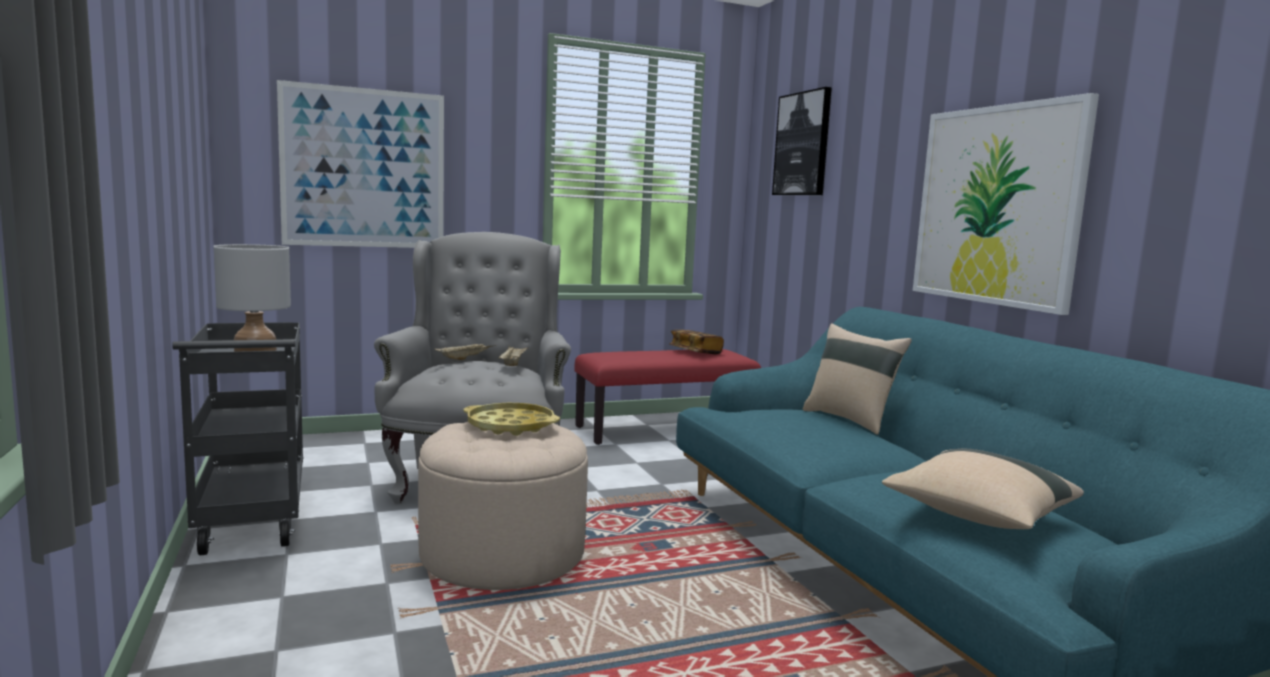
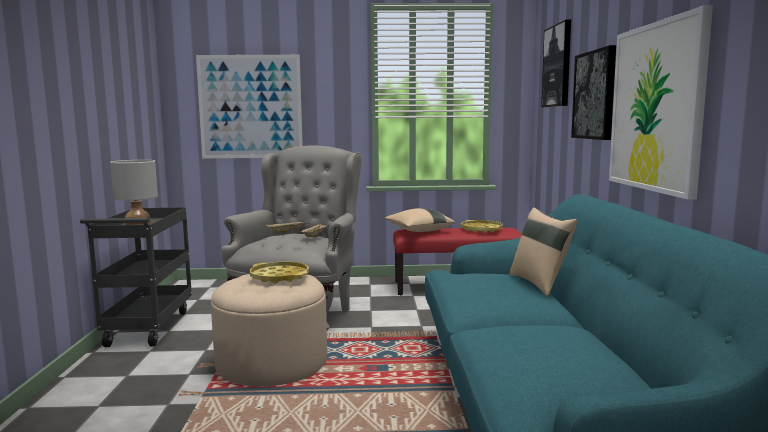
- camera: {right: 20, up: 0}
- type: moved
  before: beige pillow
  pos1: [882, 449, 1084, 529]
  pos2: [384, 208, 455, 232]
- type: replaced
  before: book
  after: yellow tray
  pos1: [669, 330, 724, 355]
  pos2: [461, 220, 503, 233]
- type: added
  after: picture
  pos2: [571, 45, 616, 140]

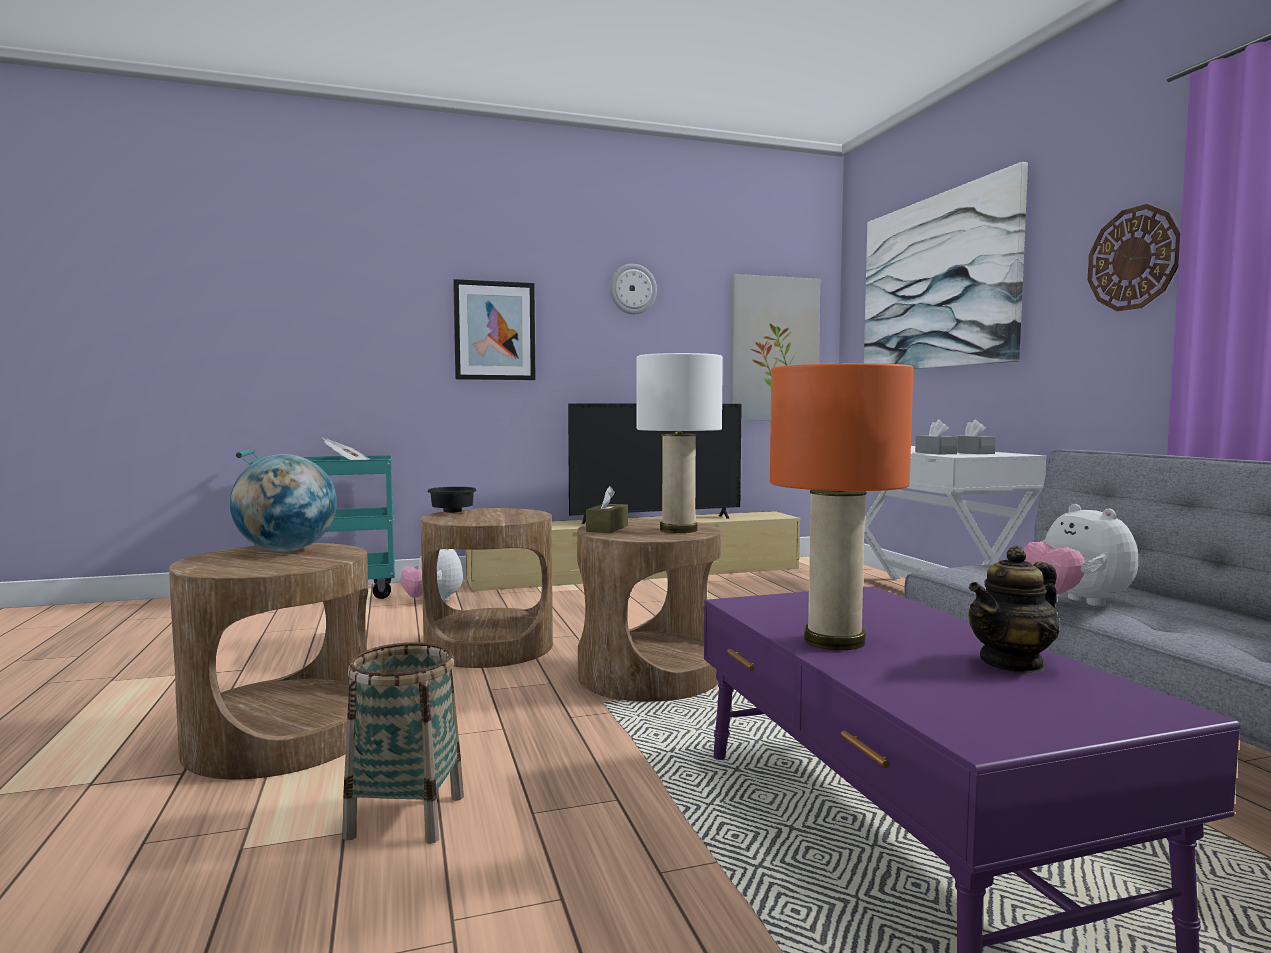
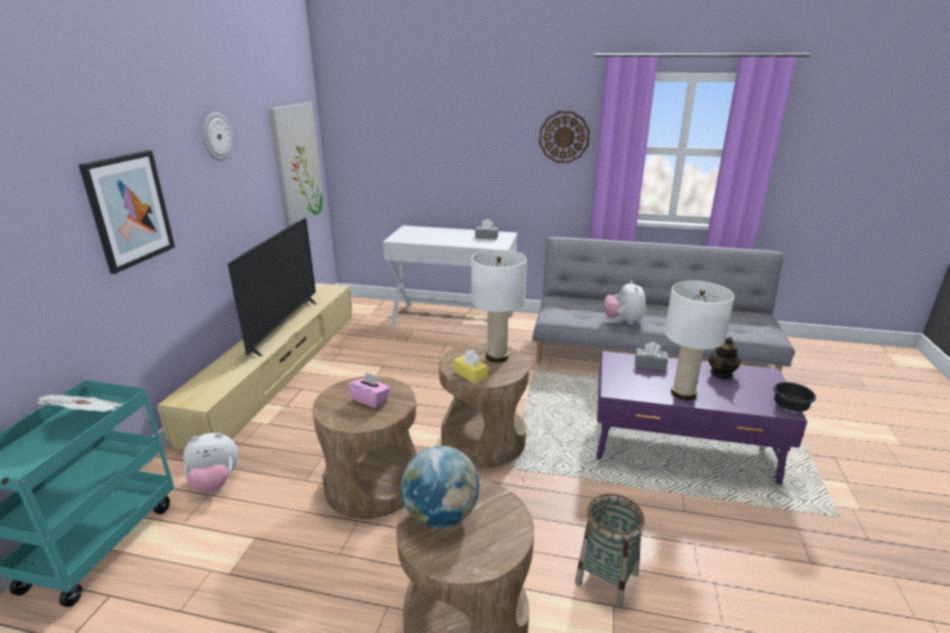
- camera: {right: -60, up: 20}
- type: added
  after: pink tissue box
  pos2: [348, 372, 390, 408]
- type: recoloured
  before: brown tissue box
  after: yellow tissue box
  pos1: [586, 486, 628, 533]
  pos2: [454, 350, 488, 384]
- type: turned
  before: plush toy
  pos1: [1023, 504, 1138, 606]
  pos2: [603, 281, 646, 324]
  turn: 75
- type: moved
  before: grey tissue box
  pos1: [915, 420, 958, 454]
  pos2: [635, 342, 668, 371]
- type: recoloured
  before: orange table lamp
  after: white table lamp
  pos1: [770, 363, 913, 650]
  pos2: [665, 281, 734, 400]
- type: moved
  before: black bowl
  pos1: [427, 487, 477, 513]
  pos2: [773, 382, 816, 412]
- type: removed
  before: picture
  pos1: [864, 162, 1028, 369]

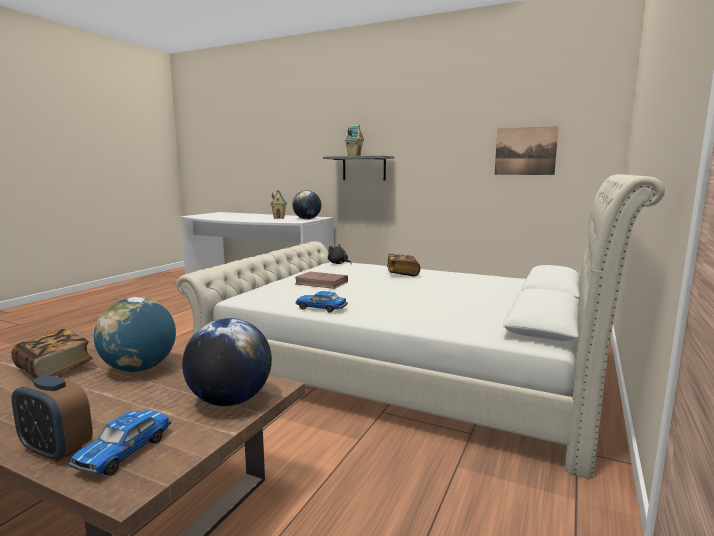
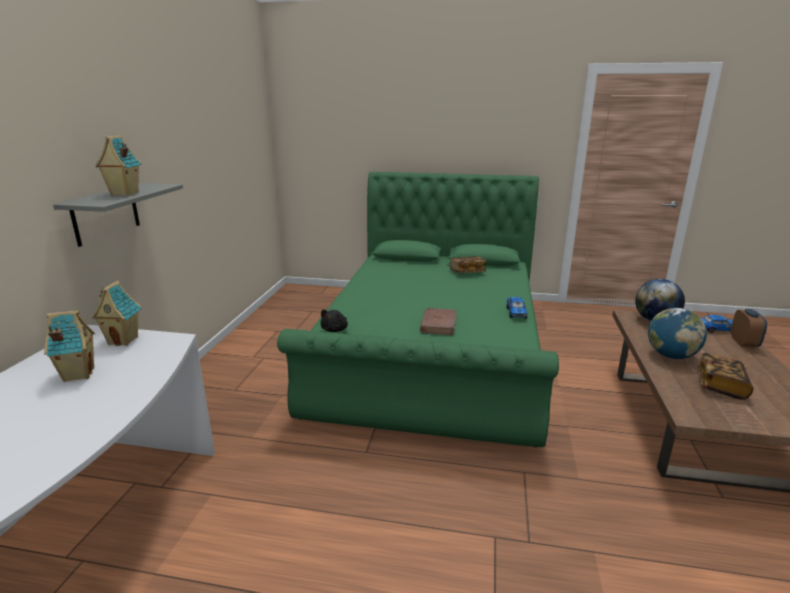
- camera: {right: -105, up: 10}
- type: replaced
  before: globe
  after: toy house
  pos1: [292, 190, 321, 220]
  pos2: [91, 281, 141, 346]
- type: recoloured
  before: beige bed
  after: green bed
  pos1: [176, 174, 665, 479]
  pos2: [277, 172, 559, 447]
- type: moved
  before: book
  pos1: [387, 254, 420, 276]
  pos2: [450, 256, 486, 273]
- type: removed
  before: picture
  pos1: [495, 126, 559, 175]

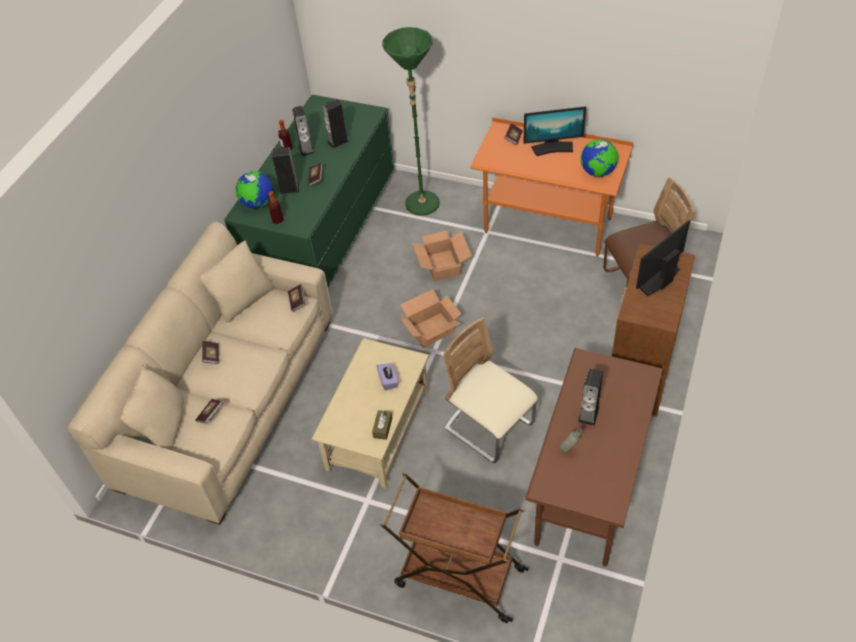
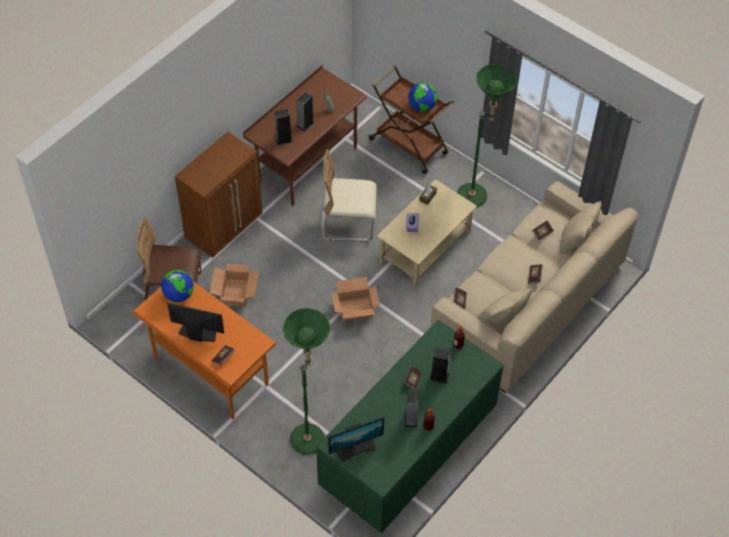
- camera: {right: -165, up: 5}
- type: moved
  before: cardboard box
  pos1: [412, 230, 472, 281]
  pos2: [210, 263, 259, 307]
- type: moved
  before: speaker
  pos1: [322, 99, 349, 149]
  pos2: [274, 109, 292, 145]
- type: turned
  before: beige chair
  pos1: [443, 317, 538, 463]
  pos2: [321, 149, 377, 242]
  turn: 120
- type: moved
  before: monitor
  pos1: [636, 220, 690, 296]
  pos2: [328, 417, 384, 462]
- type: moved
  before: globe
  pos1: [235, 171, 273, 209]
  pos2: [408, 82, 437, 112]
- type: added
  after: green floor lamp
  pos2: [457, 64, 517, 207]

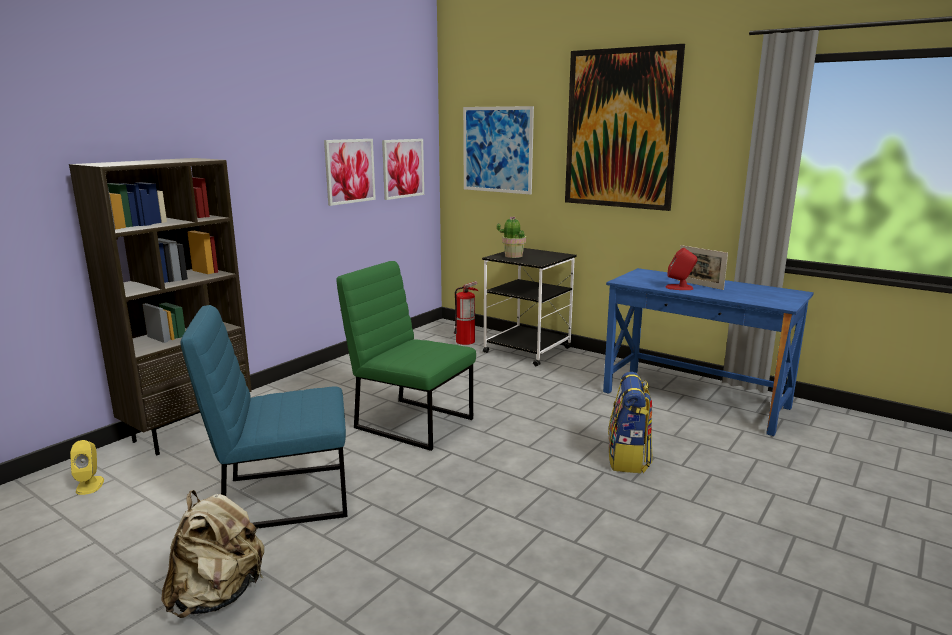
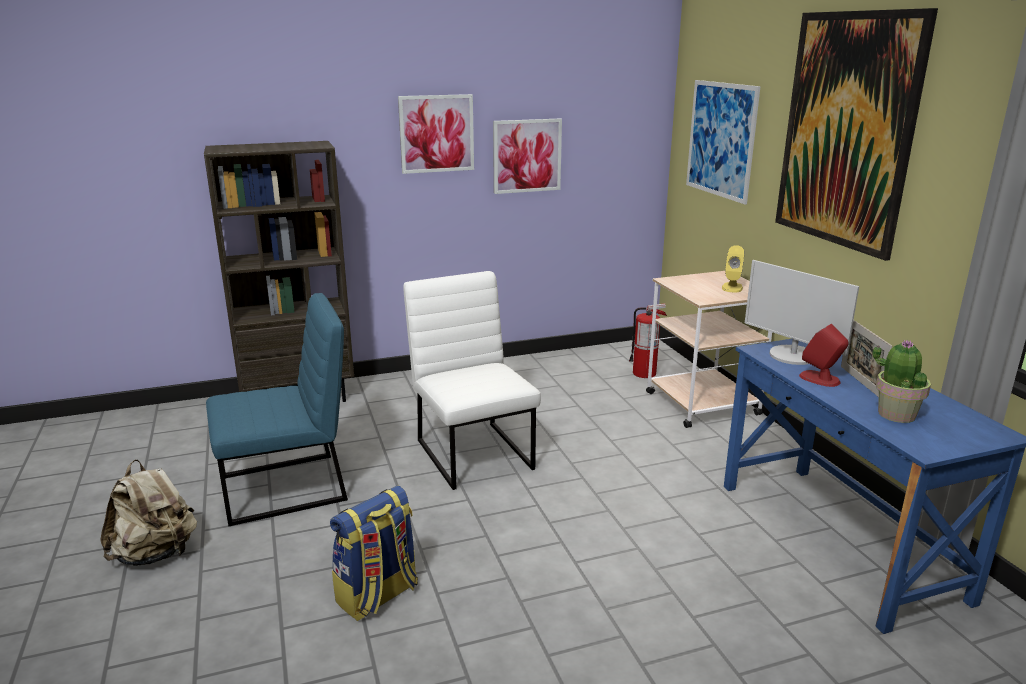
- camera: {right: 35, up: 5}
- type: turned
  before: blue chair
  pos1: [180, 305, 347, 529]
  pos2: [206, 293, 348, 526]
  turn: 135
- type: moved
  before: backpack
  pos1: [608, 372, 652, 473]
  pos2: [330, 486, 418, 621]
- type: moved
  before: picture
  pos1: [382, 139, 424, 200]
  pos2: [398, 94, 474, 174]
- type: recoloured
  before: green chair
  after: white chair
  pos1: [336, 261, 476, 451]
  pos2: [403, 271, 541, 490]
- type: recoloured
  before: black cart
  after: beige cart
  pos1: [482, 248, 577, 366]
  pos2: [646, 271, 772, 428]
- type: moved
  before: yellow speaker
  pos1: [70, 440, 104, 495]
  pos2: [722, 245, 744, 292]
- type: added
  after: monitor
  pos2: [745, 260, 859, 365]
- type: moved
  before: potted plant
  pos1: [497, 216, 526, 258]
  pos2: [872, 339, 931, 423]

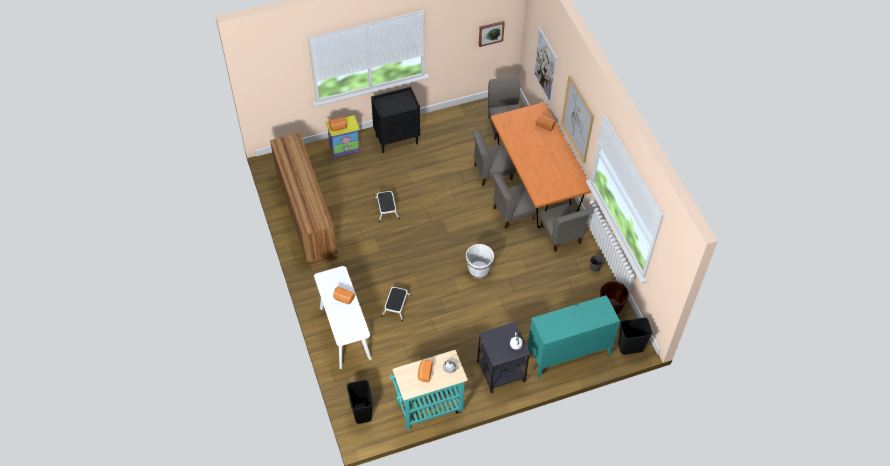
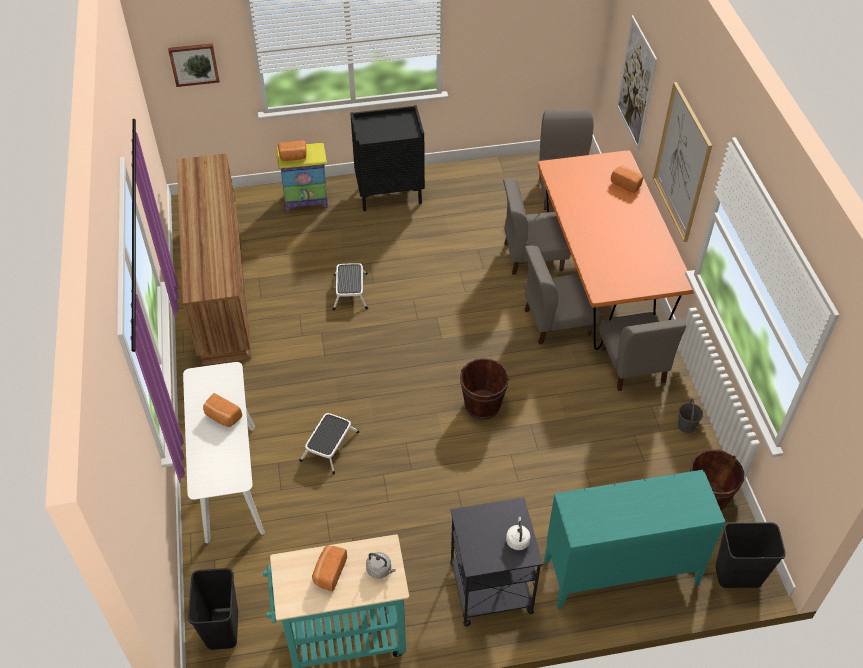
- camera: {right: 10, up: -5}
- type: moved
  before: picture
  pos1: [479, 21, 505, 47]
  pos2: [168, 43, 220, 87]
- type: recoloured
  before: white bucket
  after: brown bucket
  pos1: [466, 244, 494, 279]
  pos2: [460, 358, 509, 420]

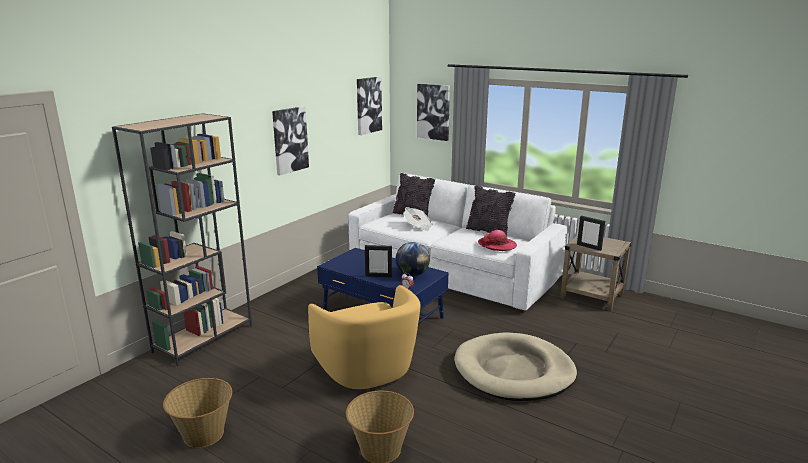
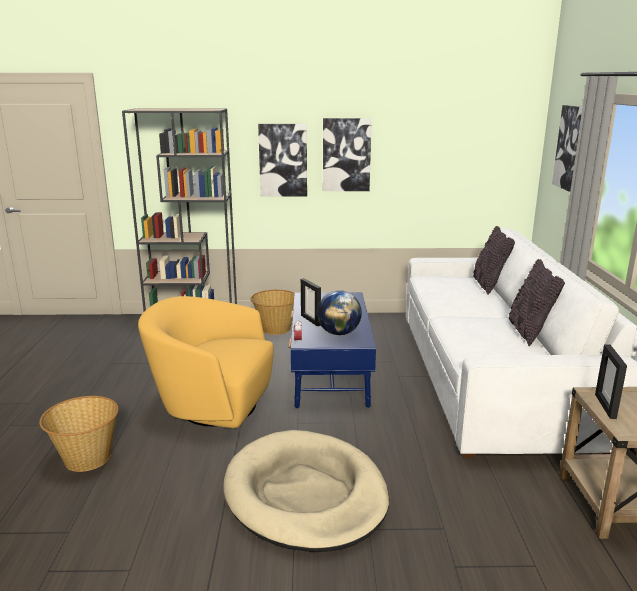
- camera: {right: 55, up: 0}
- type: turned
  before: yellow armchair
  pos1: [308, 285, 420, 389]
  pos2: [138, 296, 274, 428]
  turn: 75
- type: moved
  before: basket
  pos1: [163, 378, 232, 448]
  pos2: [251, 290, 294, 335]
- type: moved
  before: picture
  pos1: [357, 77, 382, 135]
  pos2: [258, 124, 307, 197]
- type: removed
  before: newspaper
  pos1: [403, 207, 433, 231]
- type: removed
  before: hat
  pos1: [478, 230, 517, 251]

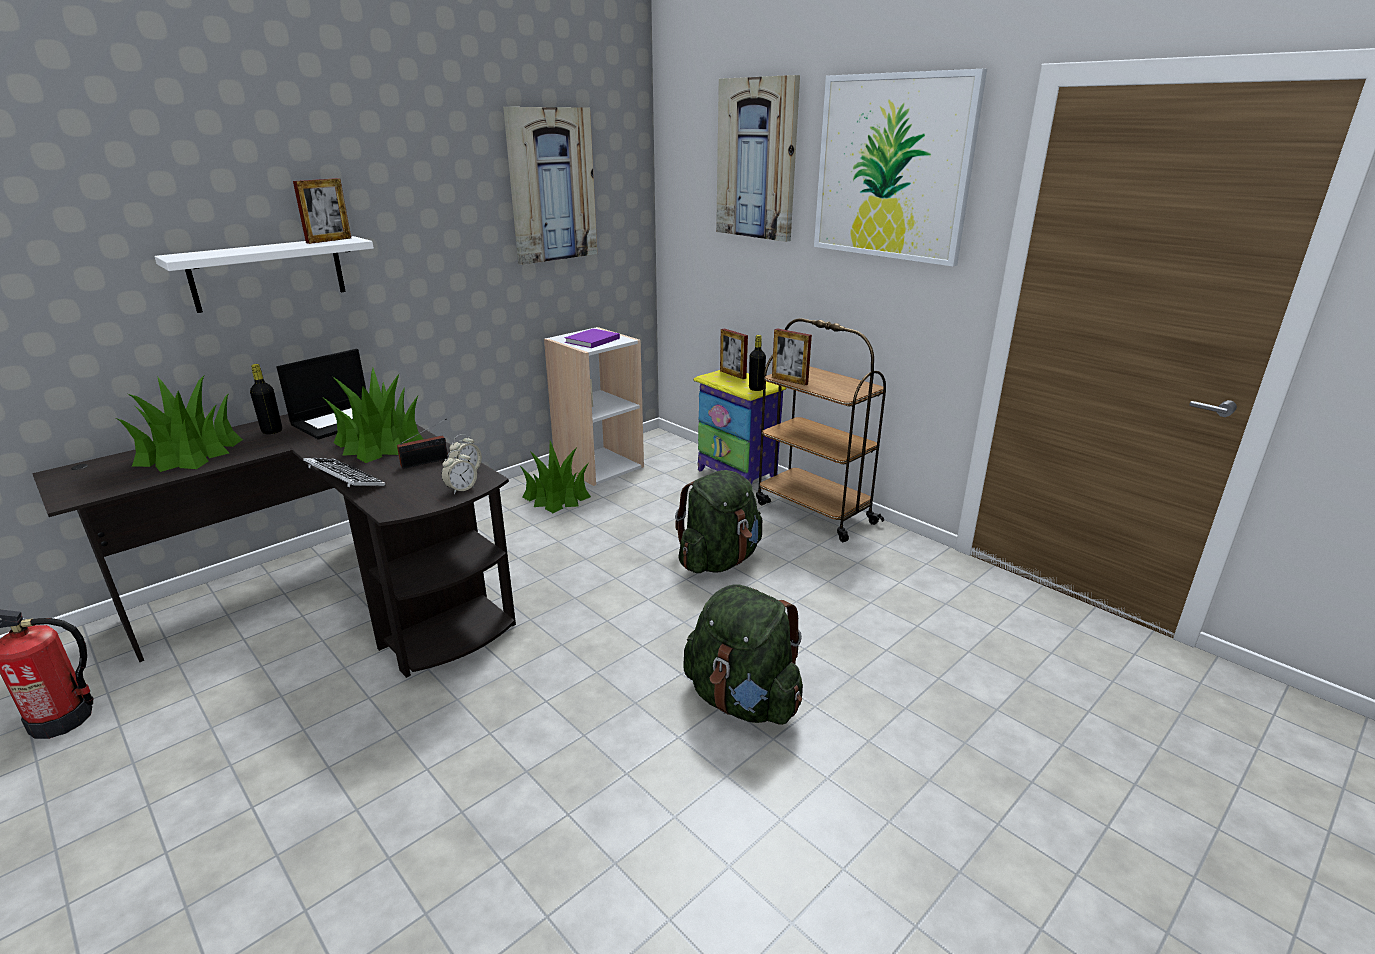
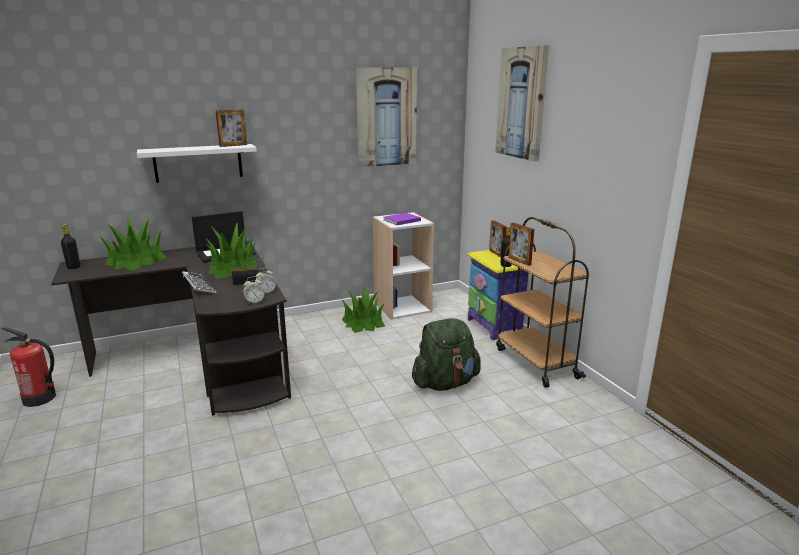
- camera: {right: 20, up: -5}
- type: moved
  before: black bottle
  pos1: [250, 364, 282, 434]
  pos2: [61, 224, 80, 269]
- type: removed
  before: green backpack
  pos1: [683, 584, 803, 725]
- type: removed
  before: picture
  pos1: [814, 69, 987, 267]

